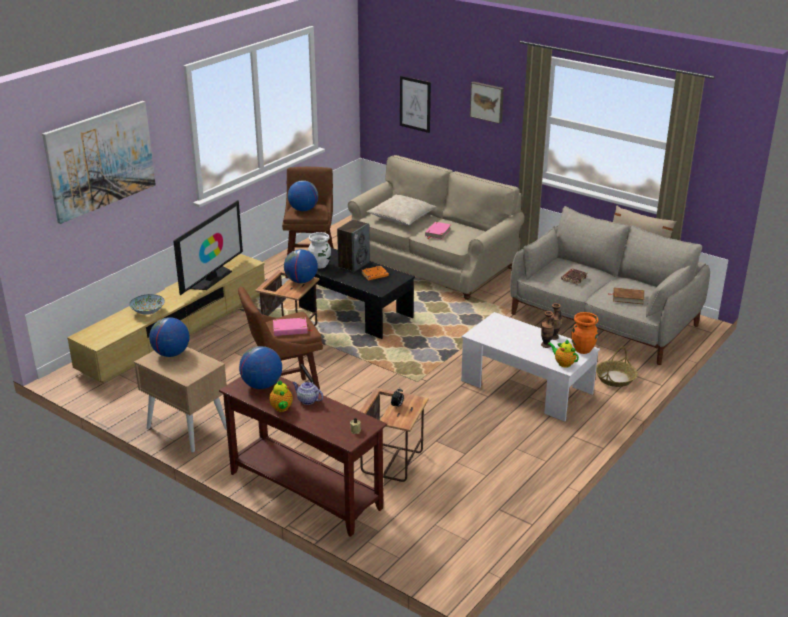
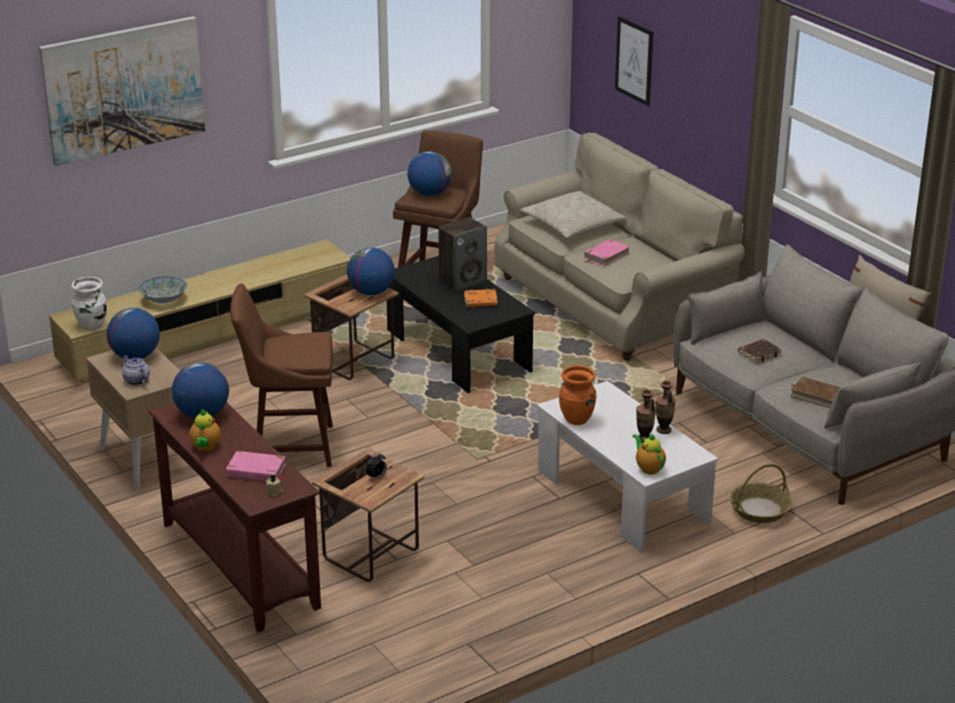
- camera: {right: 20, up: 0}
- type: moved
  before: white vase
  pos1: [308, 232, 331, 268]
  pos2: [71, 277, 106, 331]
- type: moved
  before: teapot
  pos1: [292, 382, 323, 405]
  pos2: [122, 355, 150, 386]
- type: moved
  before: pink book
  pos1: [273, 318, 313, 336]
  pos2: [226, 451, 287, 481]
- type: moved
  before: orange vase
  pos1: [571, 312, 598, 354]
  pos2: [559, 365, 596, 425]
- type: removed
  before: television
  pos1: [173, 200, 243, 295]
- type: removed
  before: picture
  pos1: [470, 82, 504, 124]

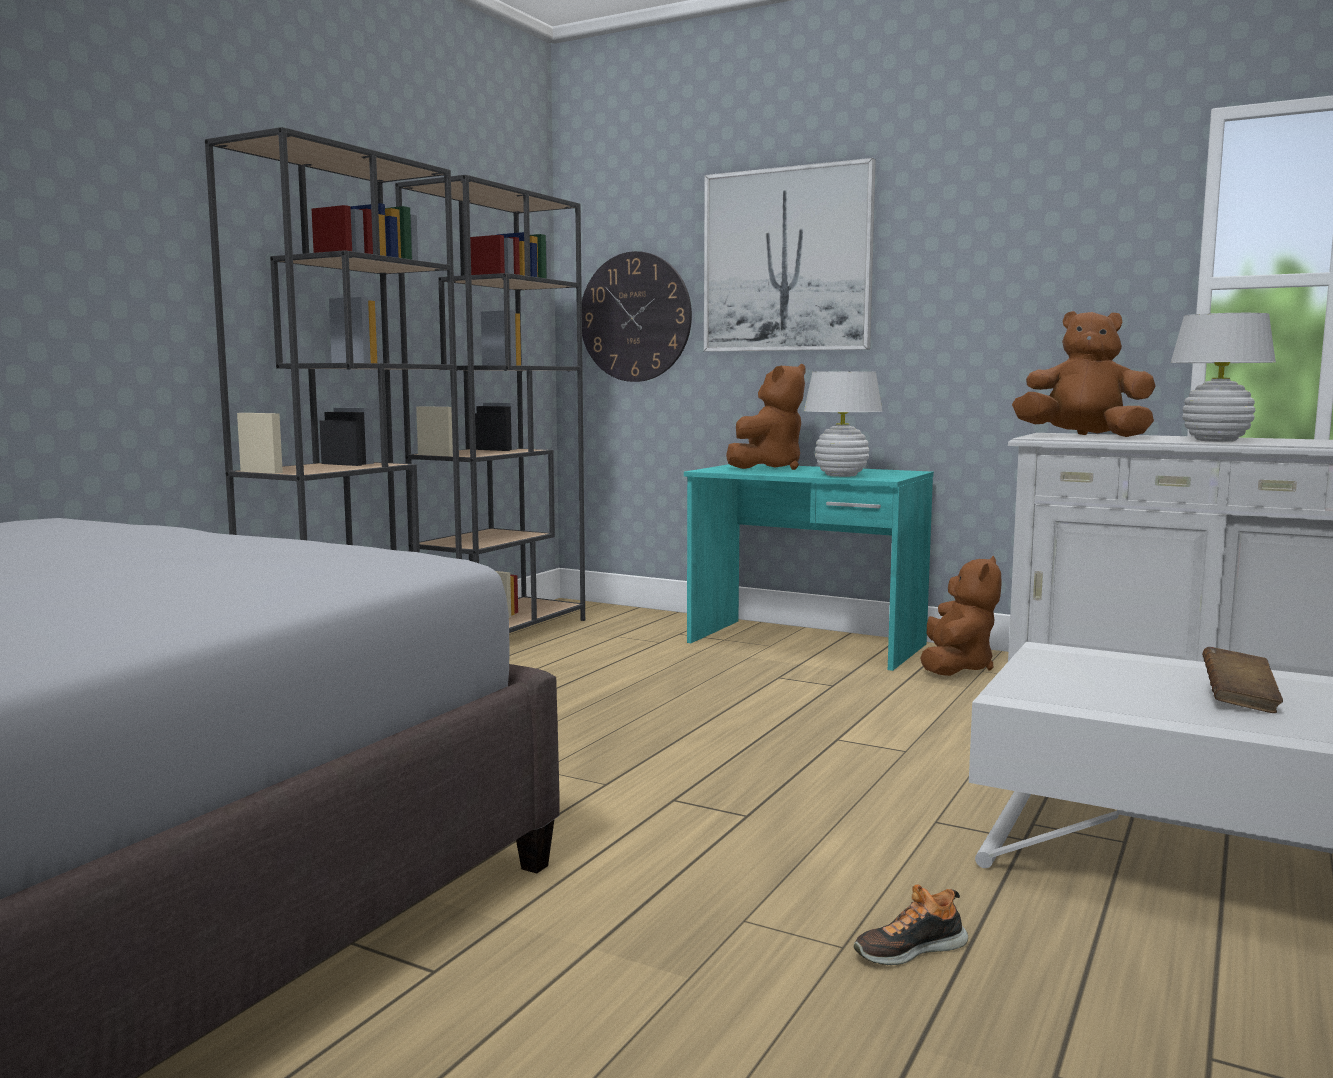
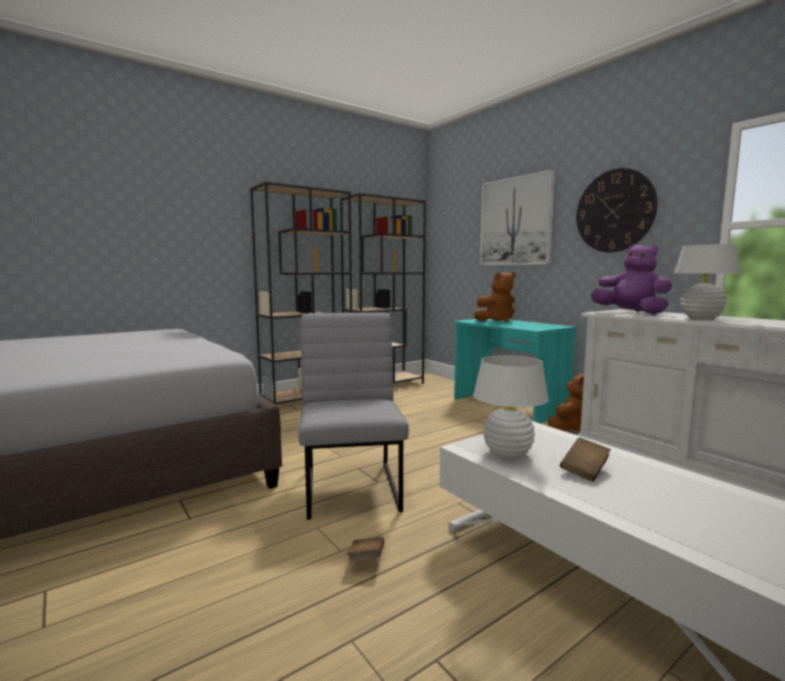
- camera: {right: 25, up: 0}
- type: added
  after: grey chair
  pos2: [298, 312, 409, 520]
- type: replaced
  before: shoe
  after: brown book
  pos1: [854, 884, 968, 965]
  pos2: [347, 537, 385, 562]
- type: moved
  before: white table lamp
  pos1: [804, 372, 882, 477]
  pos2: [473, 355, 549, 459]
- type: moved
  before: wall clock
  pos1: [582, 251, 692, 382]
  pos2: [576, 168, 657, 252]
- type: recoloured
  before: brown plush toy
  after: purple plush toy
  pos1: [1012, 311, 1156, 437]
  pos2: [590, 244, 672, 314]

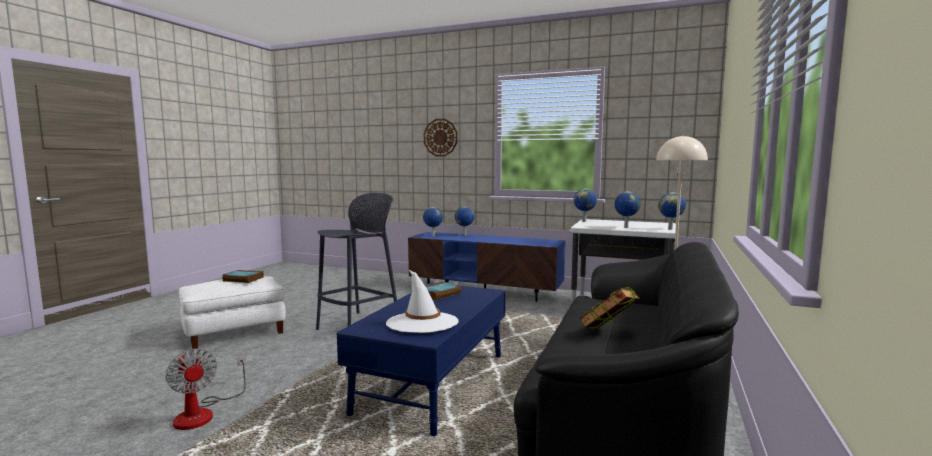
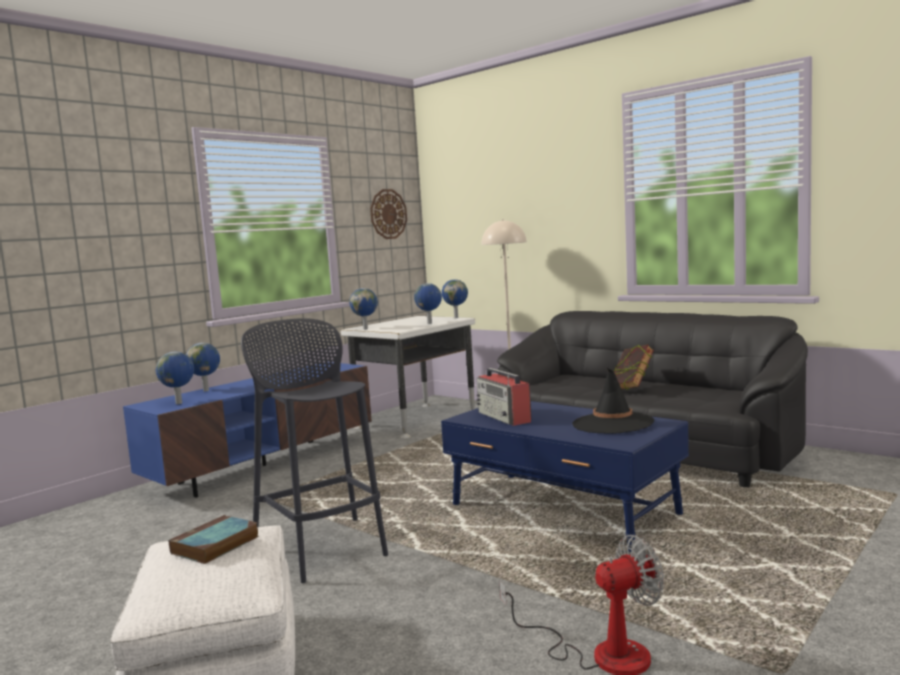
- camera: {right: -70, up: 0}
- type: moved
  before: wall clock
  pos1: [424, 119, 458, 156]
  pos2: [370, 189, 407, 239]
- type: replaced
  before: book
  after: radio
  pos1: [425, 281, 461, 301]
  pos2: [476, 368, 532, 426]
- type: recoloured
  before: white hat
  after: black hat
  pos1: [386, 270, 458, 333]
  pos2: [572, 368, 655, 434]

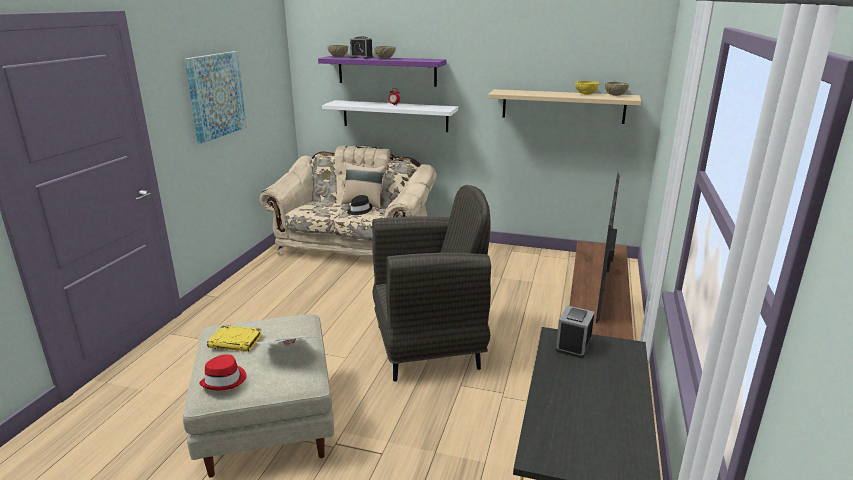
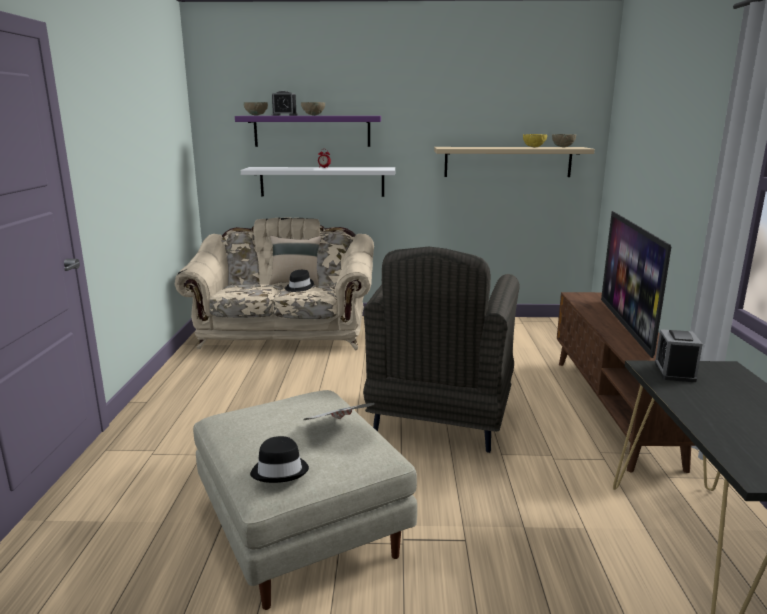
- camera: {right: -15, up: -5}
- type: recoloured
  before: red hat
  after: black hat
  pos1: [199, 354, 246, 390]
  pos2: [250, 436, 309, 483]
- type: turned
  before: grey armchair
  pos1: [372, 185, 491, 381]
  pos2: [363, 247, 520, 453]
  turn: 135
- type: removed
  before: picture
  pos1: [184, 51, 247, 144]
- type: removed
  before: yellow book
  pos1: [207, 325, 262, 352]

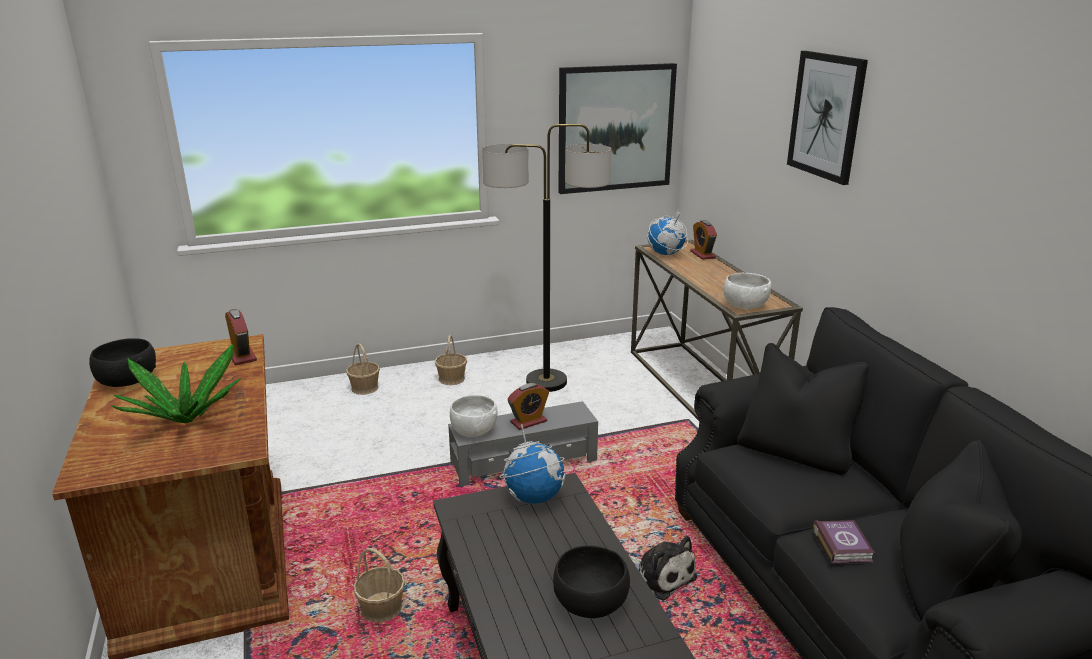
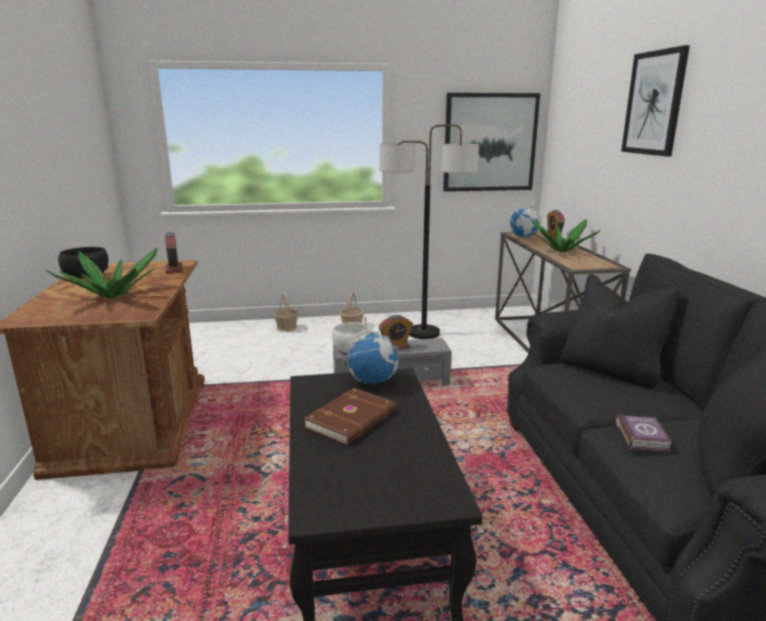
- camera: {right: 10, up: -5}
- type: added
  after: brown book
  pos2: [303, 388, 397, 445]
- type: added
  after: potted plant
  pos2: [531, 219, 601, 252]
- type: removed
  before: basket
  pos1: [353, 548, 405, 623]
- type: removed
  before: black bowl
  pos1: [553, 545, 630, 618]
- type: removed
  before: plush toy
  pos1: [629, 536, 697, 601]
- type: removed
  before: white bowl
  pos1: [724, 273, 771, 309]

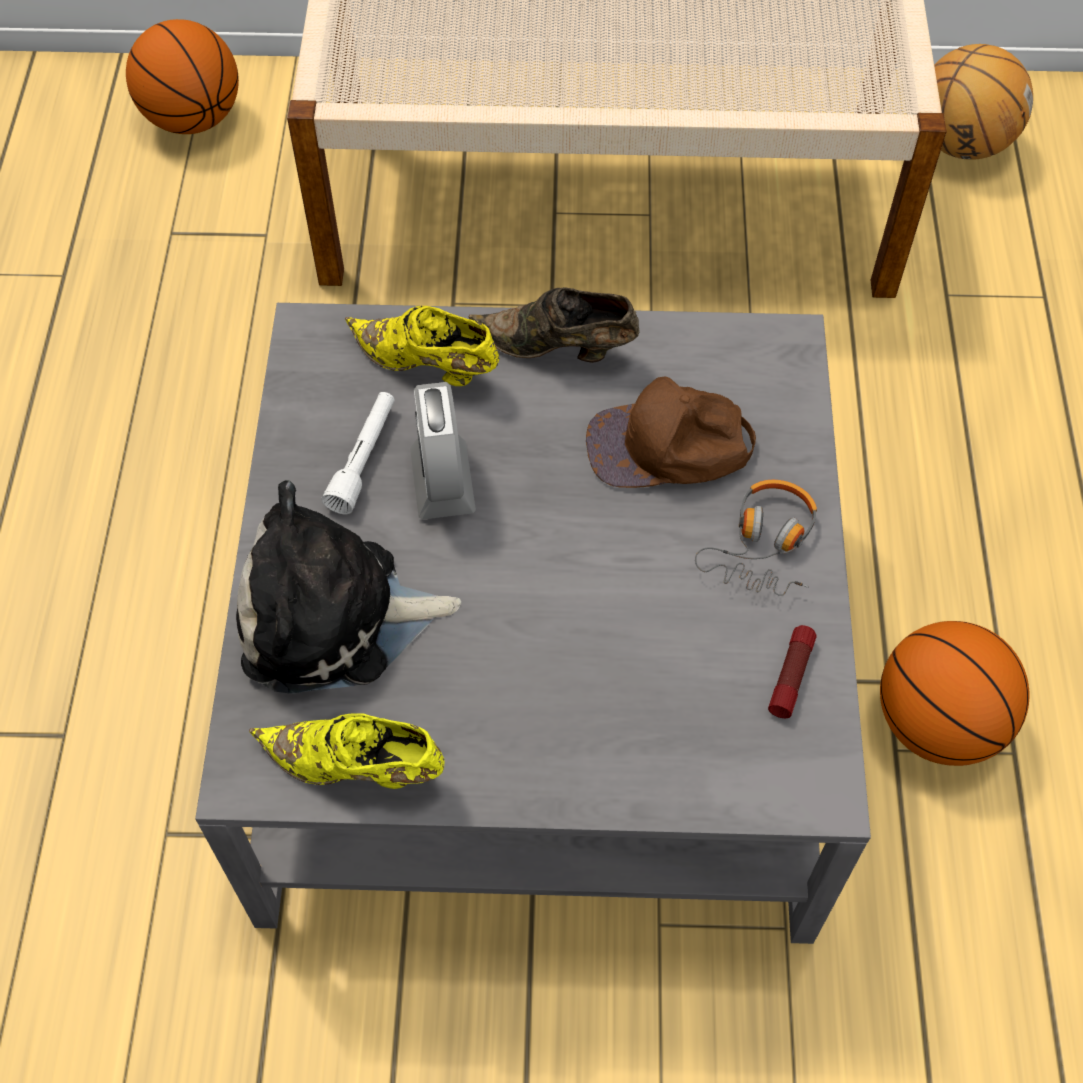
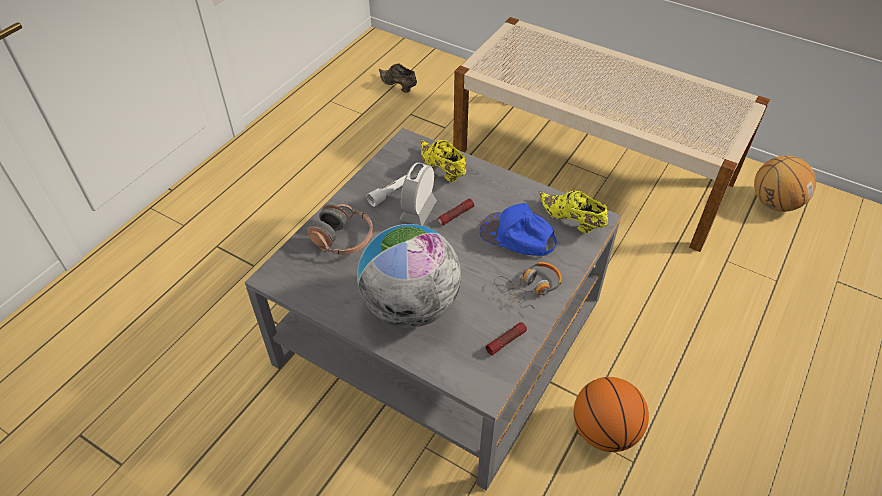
- camera: {right: 30, up: -10}
- type: replaced
  before: plush toy
  after: headphones
  pos1: [236, 480, 461, 693]
  pos2: [307, 204, 373, 255]
- type: added
  after: globe
  pos2: [357, 224, 461, 328]
- type: moved
  before: brown shoe
  pos1: [469, 287, 640, 363]
  pos2: [379, 63, 417, 93]
- type: added
  after: flashlight
  pos2: [438, 199, 474, 225]
- type: recoloured
  before: brown cap
  after: blue cap
  pos1: [586, 376, 756, 488]
  pos2: [479, 203, 557, 256]
- type: moved
  before: yellow shoe
  pos1: [249, 713, 445, 789]
  pos2: [539, 191, 608, 233]
- type: removed
  before: basketball
  pos1: [126, 19, 239, 134]

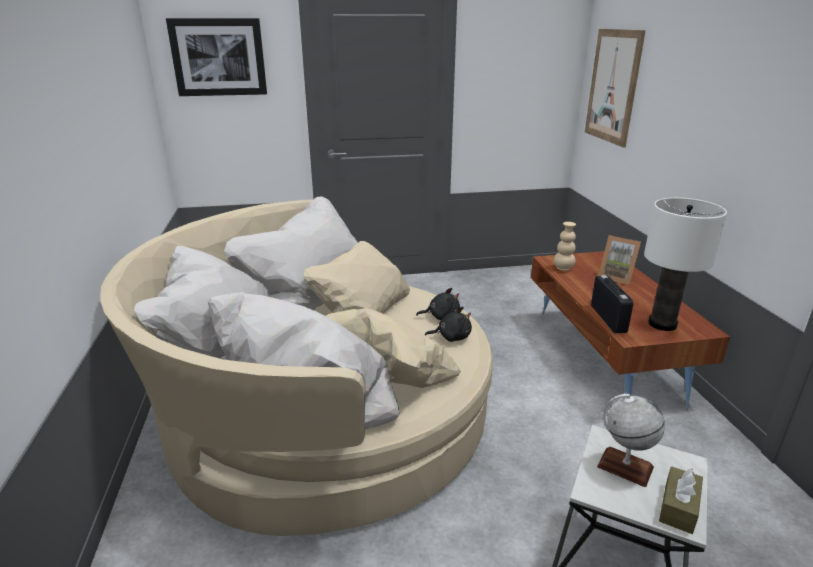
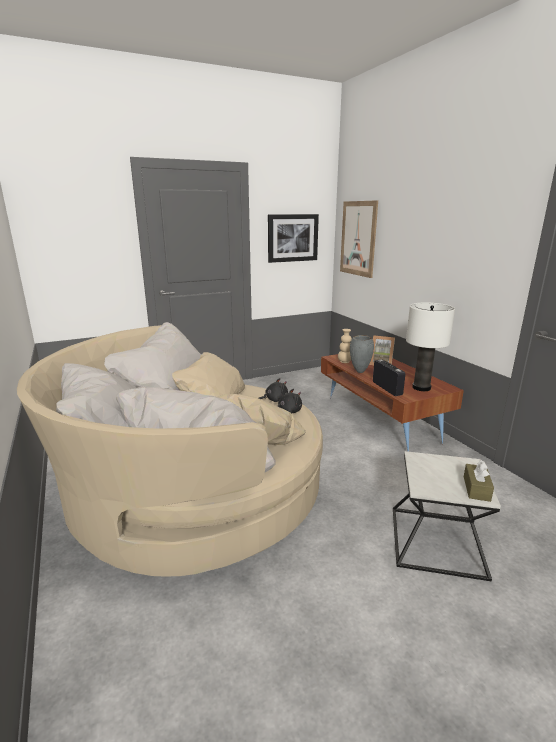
- camera: {right: -15, up: -5}
- type: moved
  before: picture
  pos1: [166, 18, 267, 96]
  pos2: [268, 214, 319, 263]
- type: added
  after: grey vase
  pos2: [350, 335, 374, 373]
- type: removed
  before: globe
  pos1: [597, 394, 665, 487]

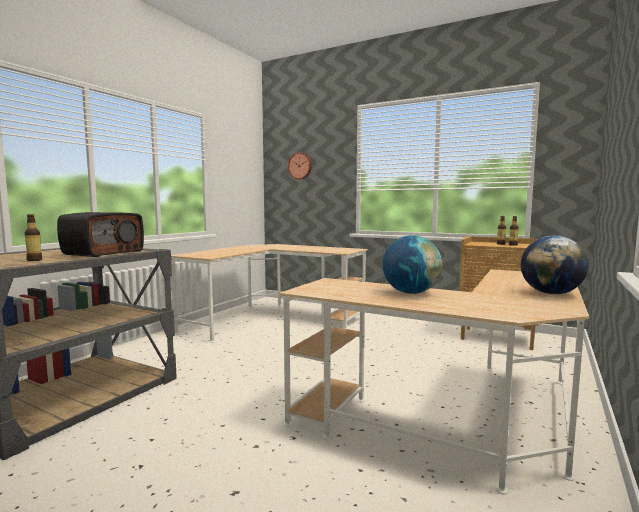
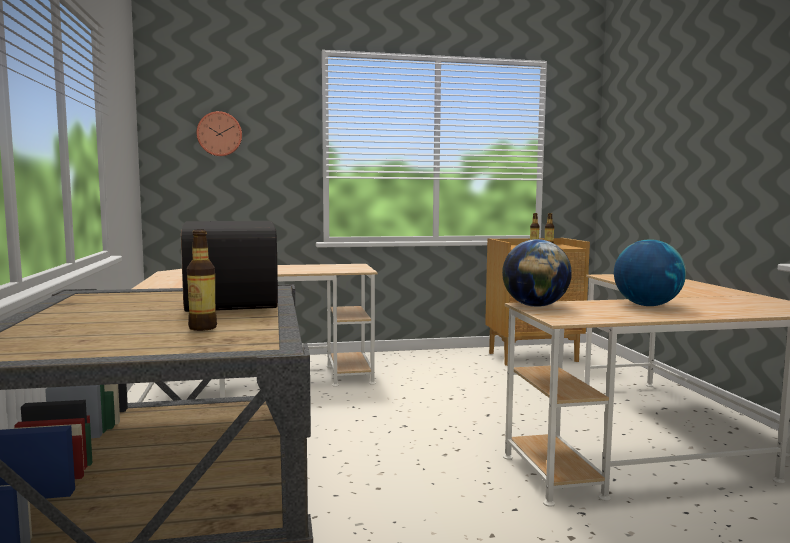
- camera: {right: -40, up: 0}
- type: moved
  before: globe
  pos1: [521, 236, 589, 294]
  pos2: [502, 239, 572, 307]

